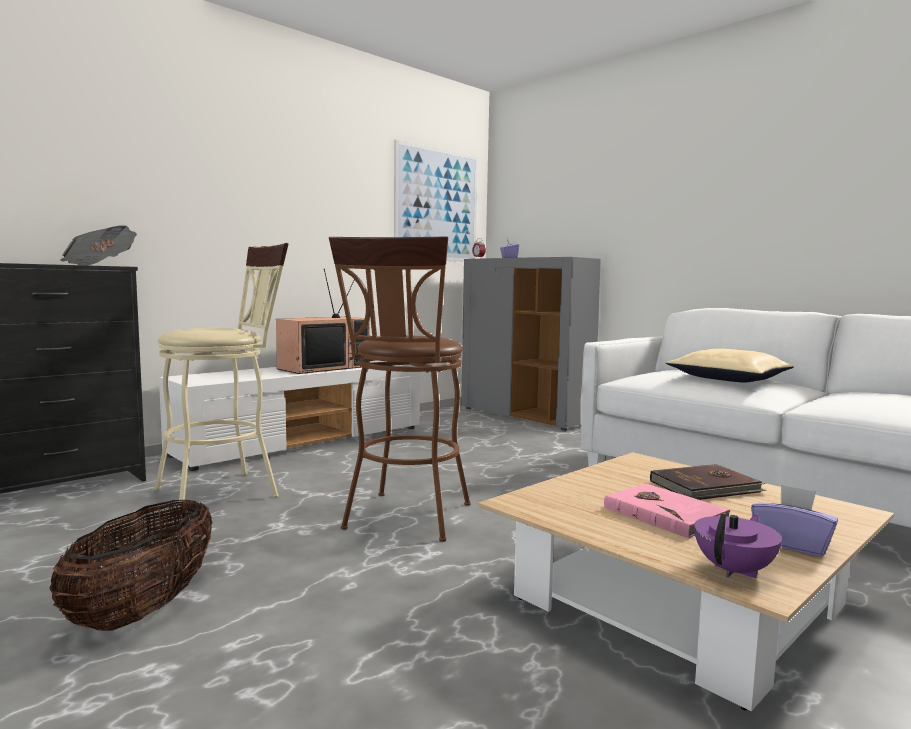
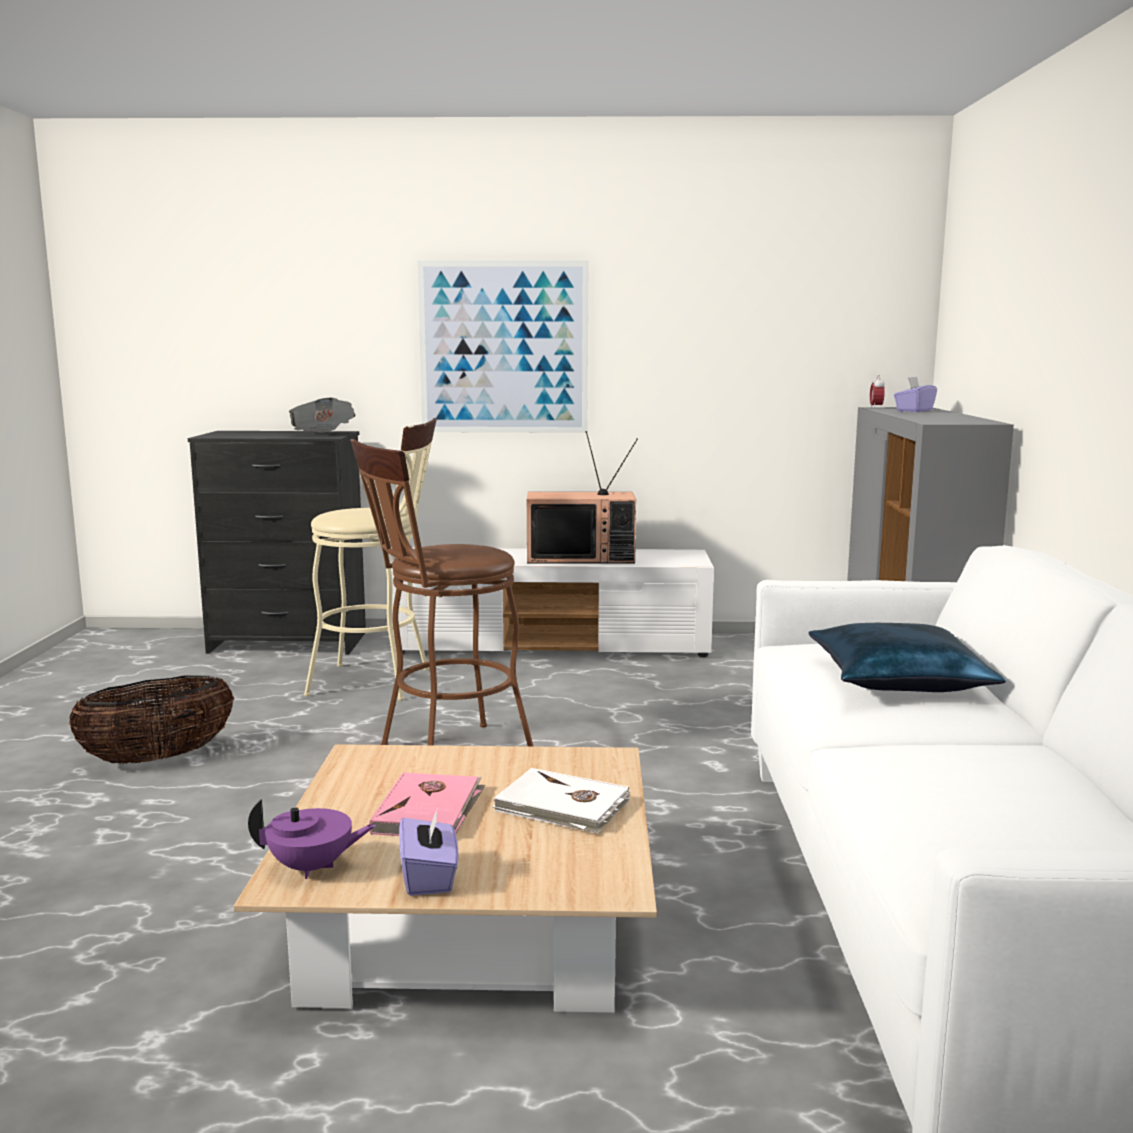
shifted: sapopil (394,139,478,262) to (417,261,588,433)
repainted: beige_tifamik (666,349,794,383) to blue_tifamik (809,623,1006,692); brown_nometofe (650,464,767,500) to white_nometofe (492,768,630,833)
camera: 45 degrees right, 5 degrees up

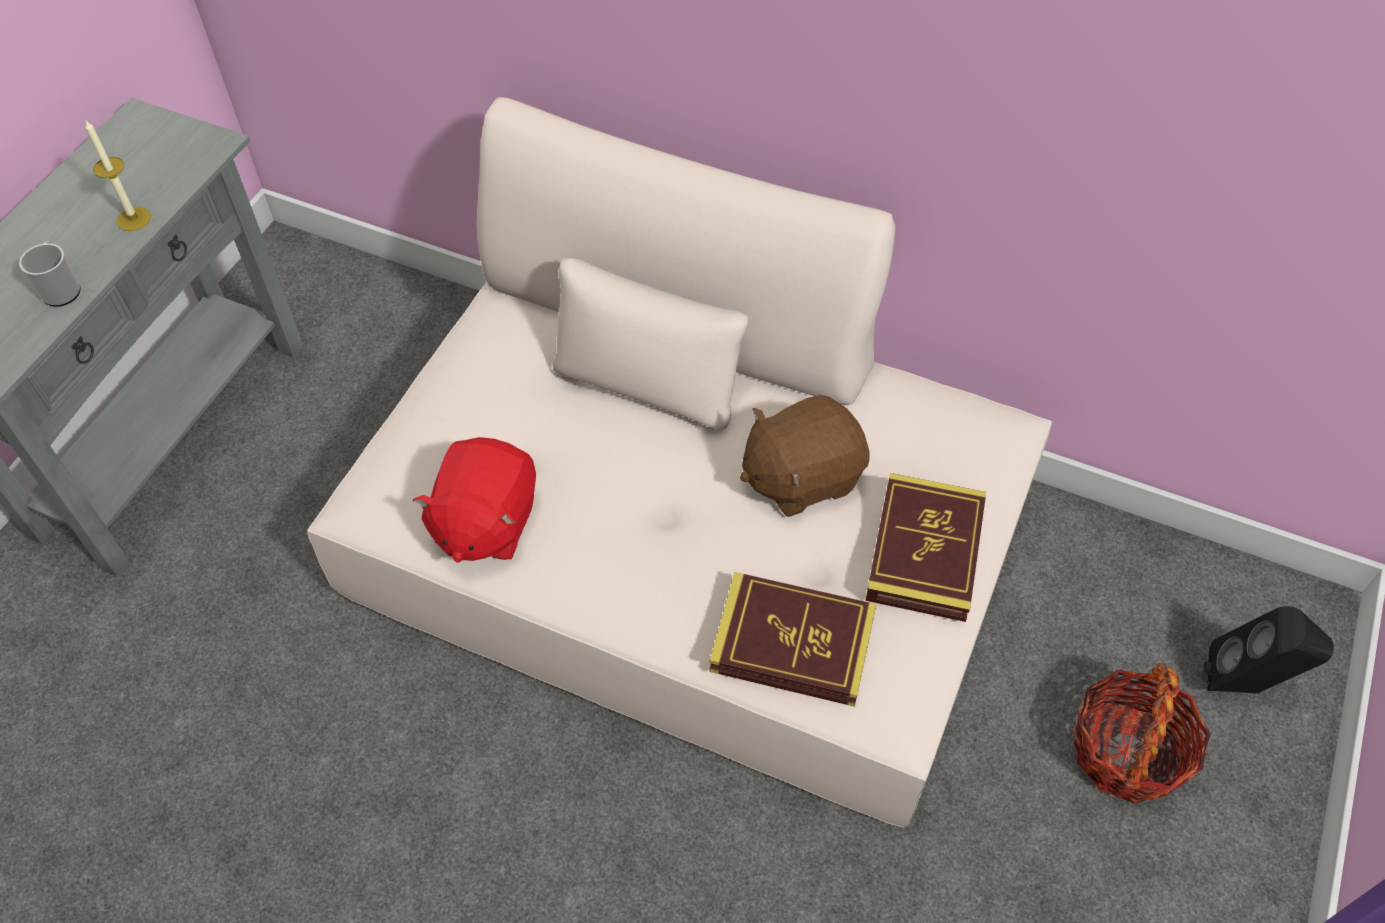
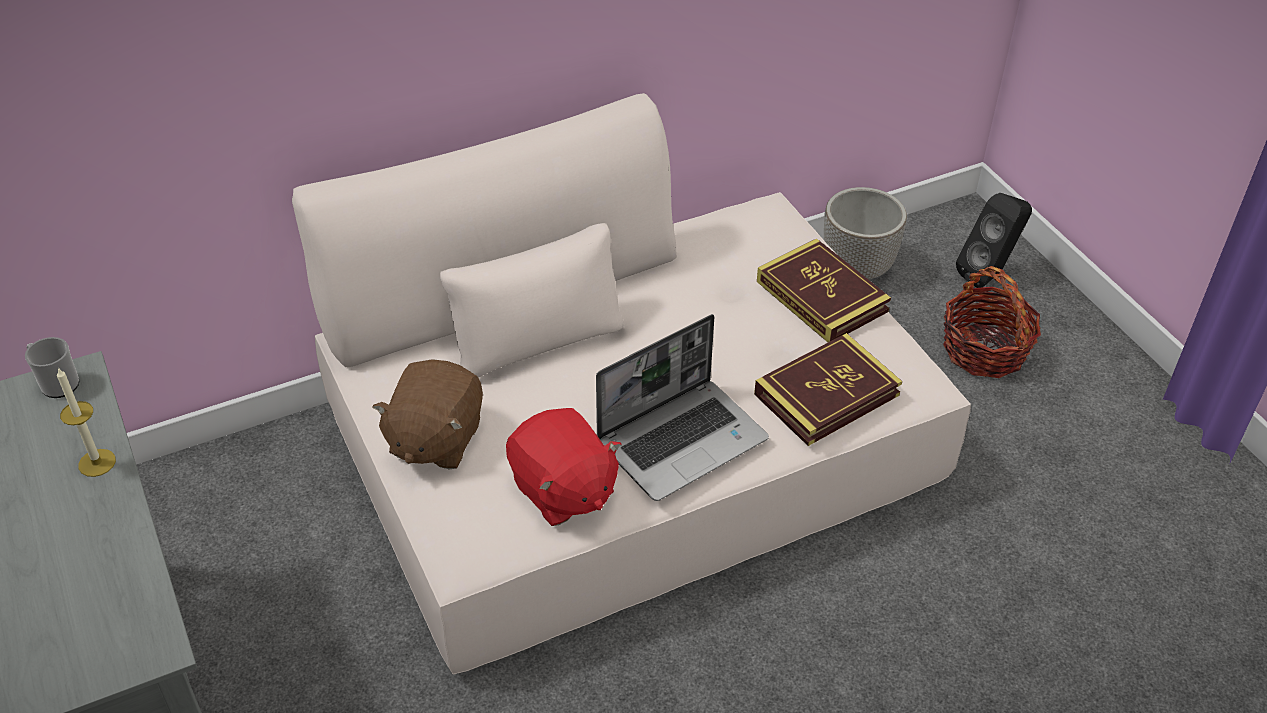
new: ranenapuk (824,187,907,280); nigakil (596,314,769,501)
shifted: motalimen (19,241,81,307) to (25,337,79,398); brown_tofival (740,395,869,517) to (372,360,483,469)
camera: 50 degrees left, 10 degrees down

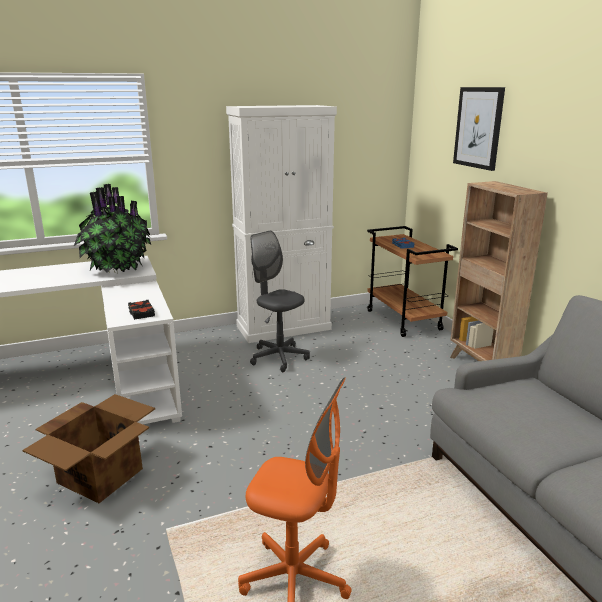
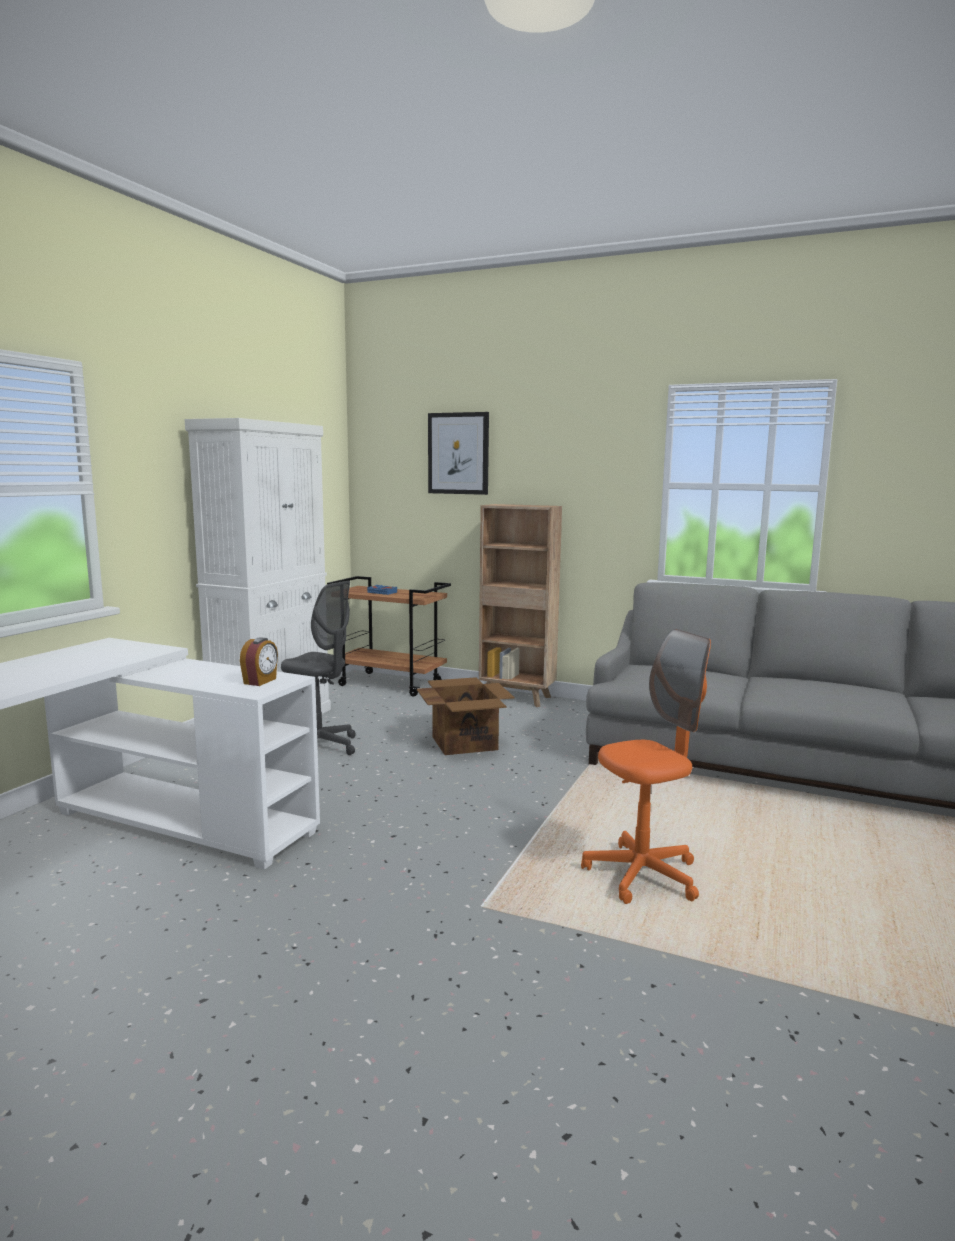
gone: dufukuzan (74,184,151,274)
shifted: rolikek (22,394,155,503) to (417,677,515,755)
swapped: black_nometofe (128,300,155,320) to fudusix (240,638,278,686)
rotated: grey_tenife (250,231,310,372) = (281,581,355,755) 150 degrees counterclockwise
camera: 45 degrees left, 10 degrees down

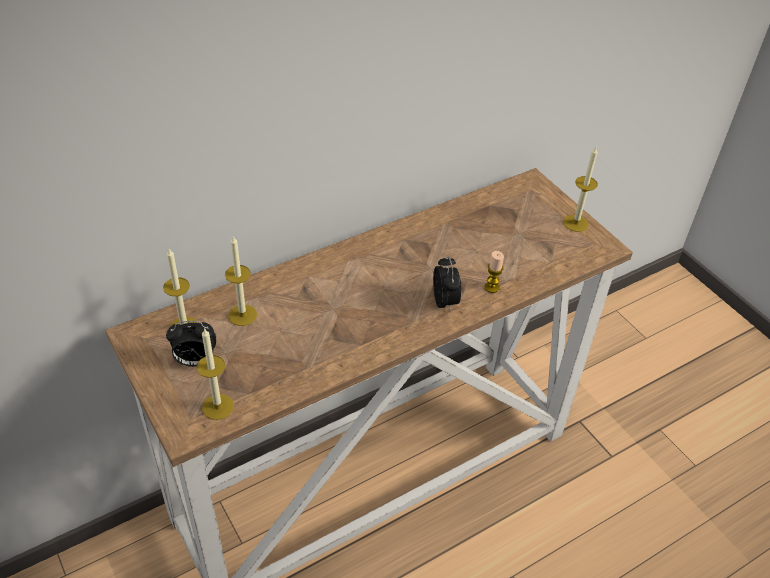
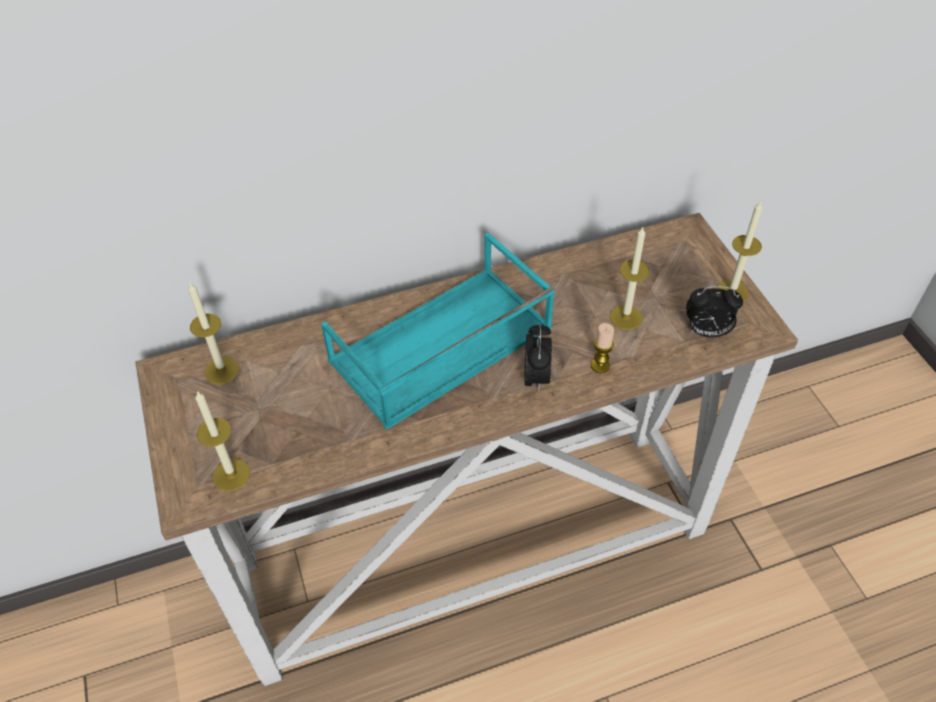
new: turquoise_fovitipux (321,232,555,430)
shifted: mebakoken (225,236,257,326) to (610,227,650,330); fudusix (166,321,216,367) to (686,286,743,338)
camera: 15 degrees right, 5 degrees up

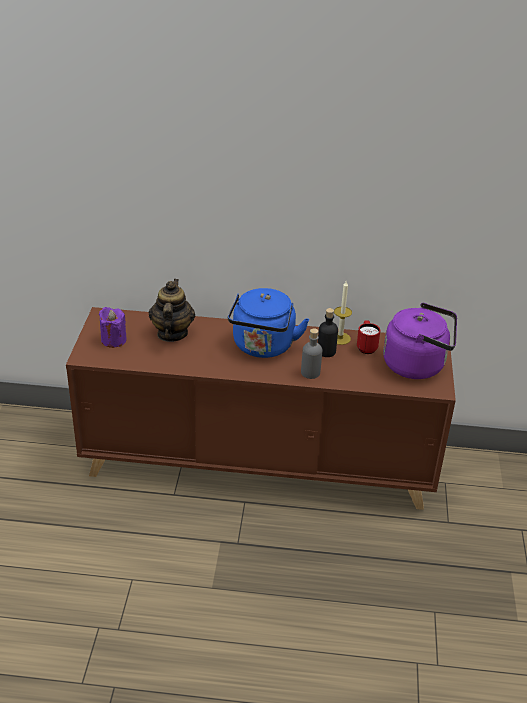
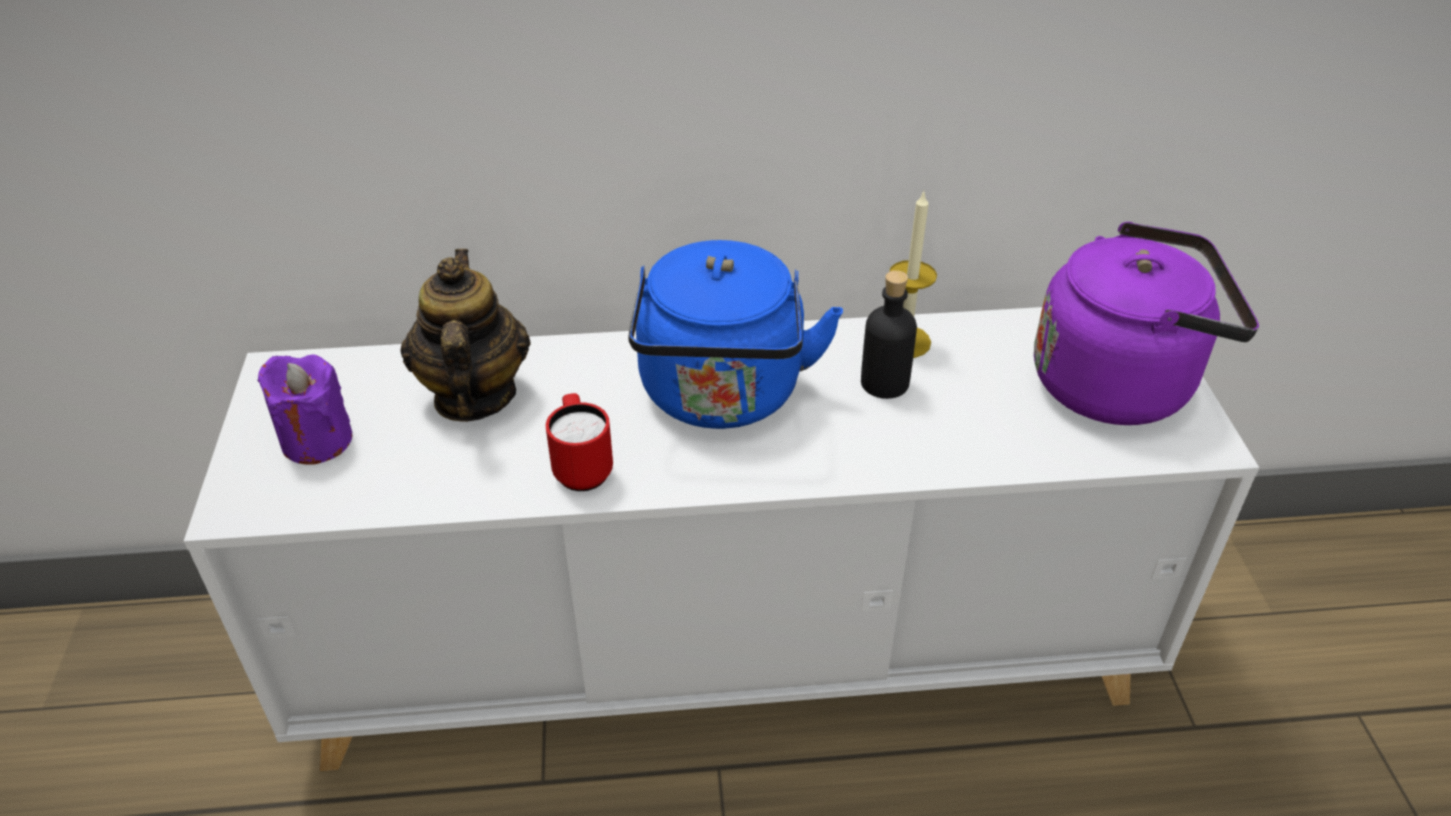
gone: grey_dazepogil (301,328,322,379)
shifted: red_motalimen (357,320,380,354) to (546,393,613,491)
repainted: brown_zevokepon (66,307,456,510) to white_zevokepon (184,307,1259,771)
camera: 10 degrees left, 5 degrees up

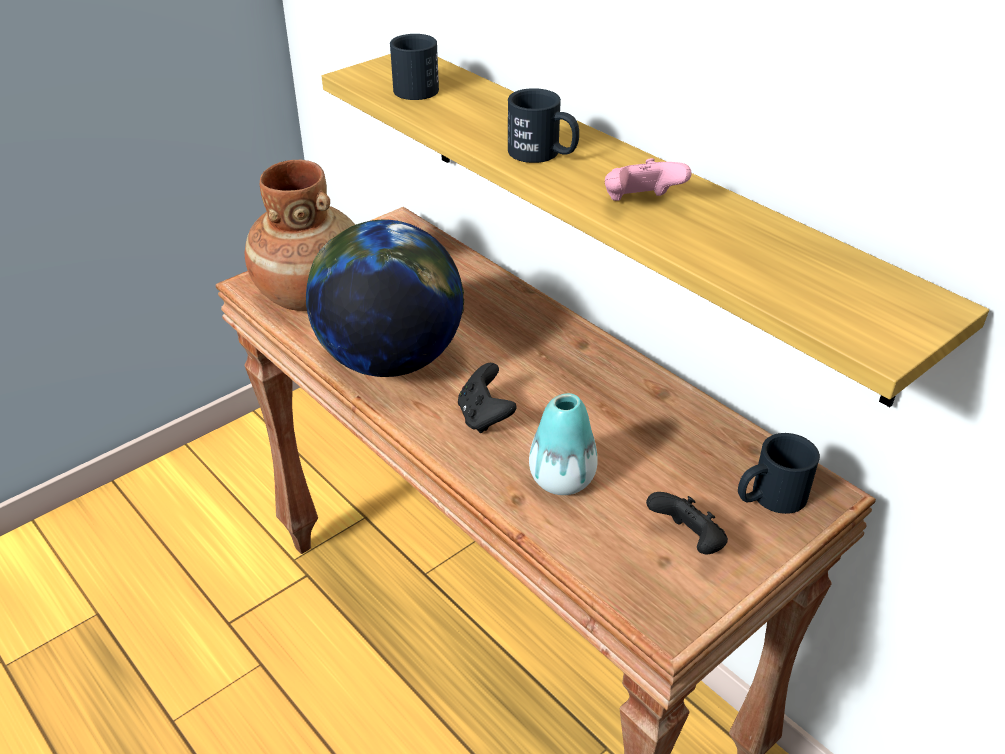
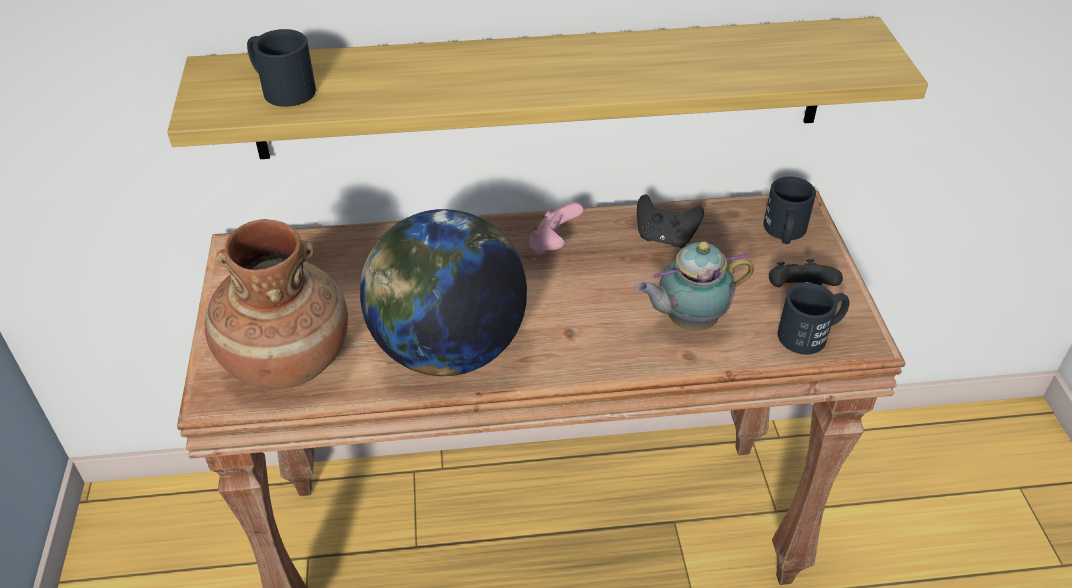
shifted: black_motalimen (508,88,579,163) to (777,283,850,354); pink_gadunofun (605,158,692,201) to (529,202,583,255); black_gadunofun (458,363,516,433) to (637,194,704,248)
swapped: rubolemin (529,393,598,495) to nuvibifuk (637,241,754,331)
camera: 55 degrees left, 5 degrees up

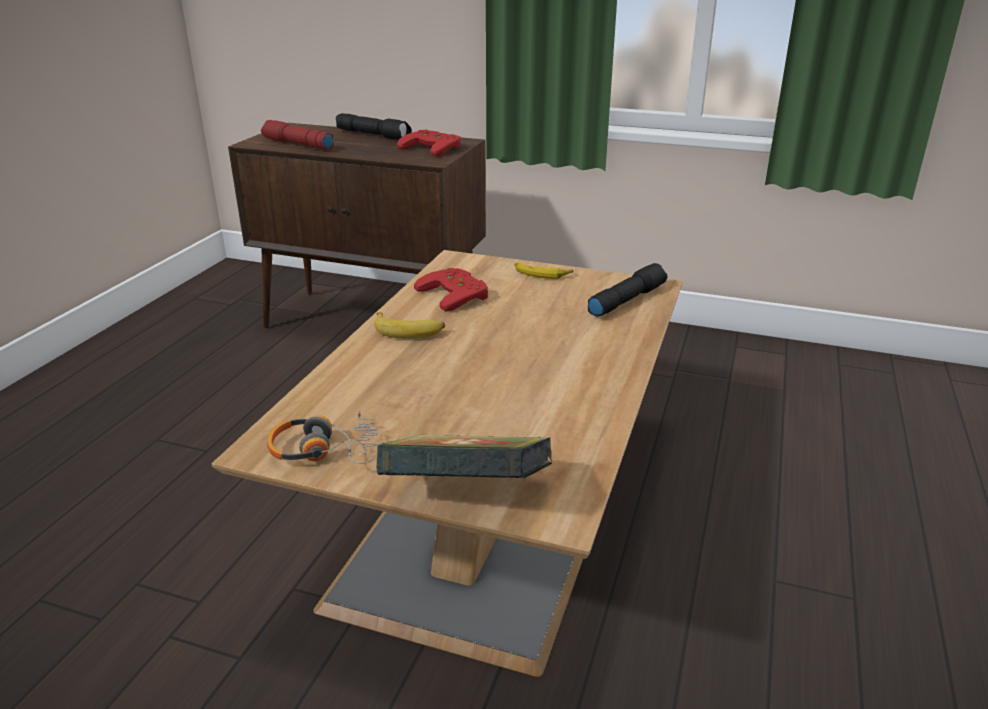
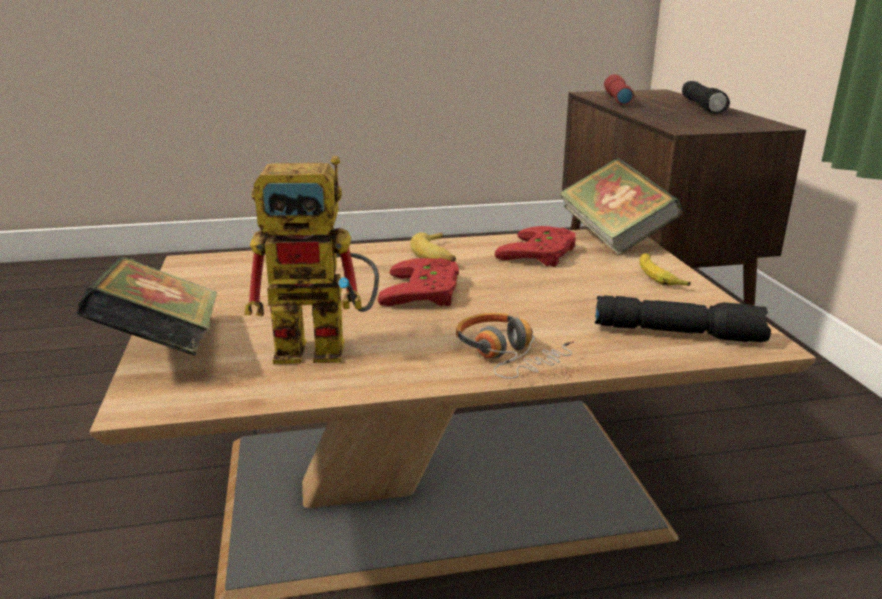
new: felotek (244,156,379,364); nometofe (559,158,683,255)
shifted: red_gadunofun (397,130,461,156) to (378,258,459,307); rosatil (267,411,379,464) to (456,313,574,379)
camera: 60 degrees right, 5 degrees down

